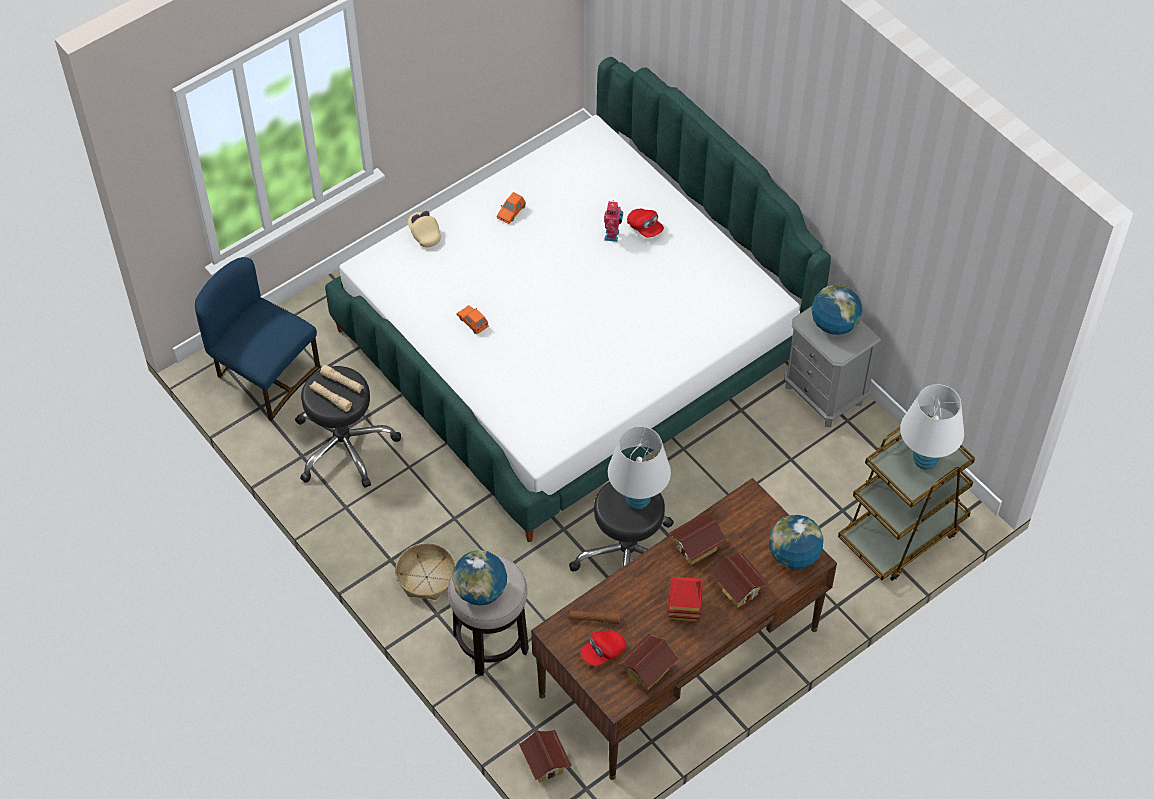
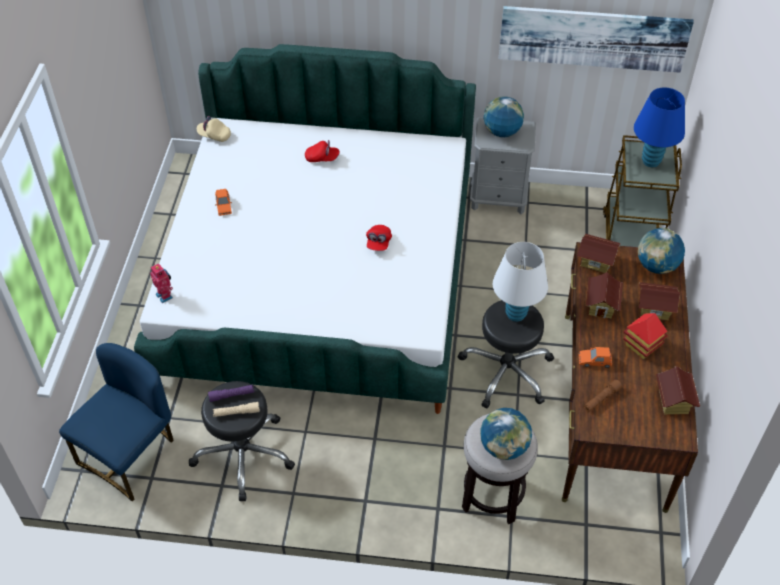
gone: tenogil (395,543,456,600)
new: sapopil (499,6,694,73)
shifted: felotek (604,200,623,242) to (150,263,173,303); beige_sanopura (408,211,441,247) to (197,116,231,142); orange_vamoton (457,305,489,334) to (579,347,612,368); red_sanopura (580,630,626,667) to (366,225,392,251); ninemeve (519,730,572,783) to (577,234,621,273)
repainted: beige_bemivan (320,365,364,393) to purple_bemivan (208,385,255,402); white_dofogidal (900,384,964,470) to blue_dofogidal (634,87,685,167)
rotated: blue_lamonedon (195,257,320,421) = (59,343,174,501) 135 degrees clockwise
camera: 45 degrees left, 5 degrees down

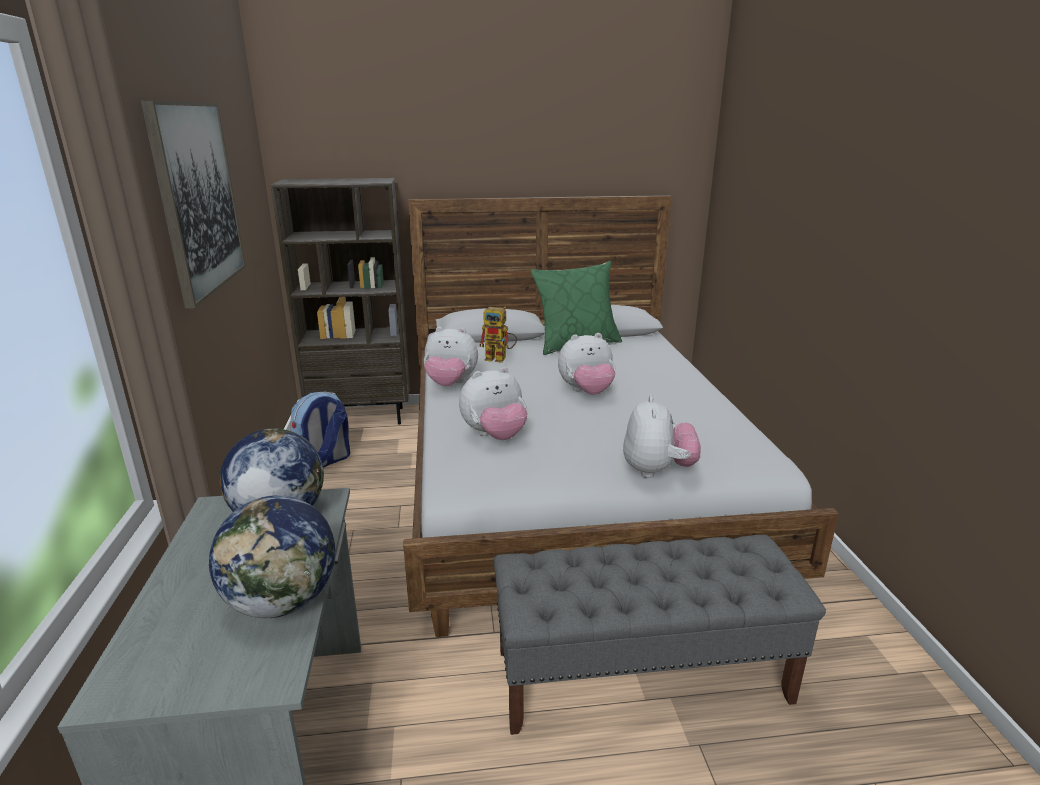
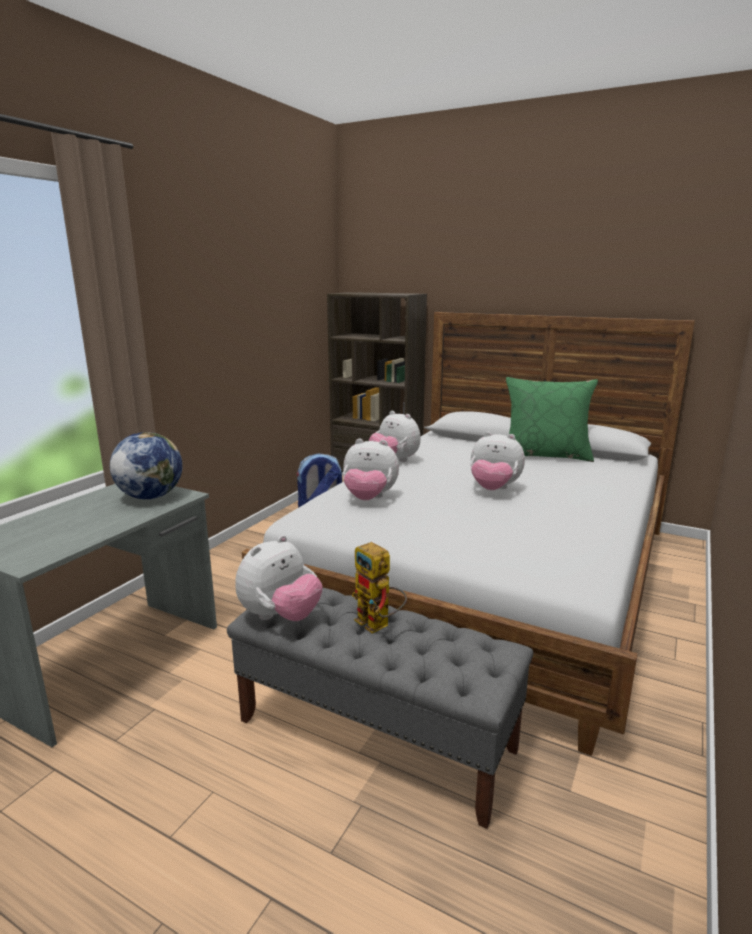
gone: sapopil (141,100,246,308); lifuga (209,495,335,618)
shifted: felotek (479,307,517,363) to (352,542,407,633); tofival (623,395,701,478) to (236,535,323,621)
camera: 35 degrees right, 5 degrees down

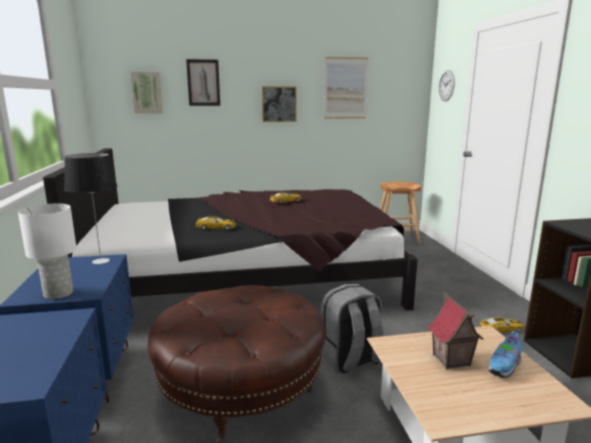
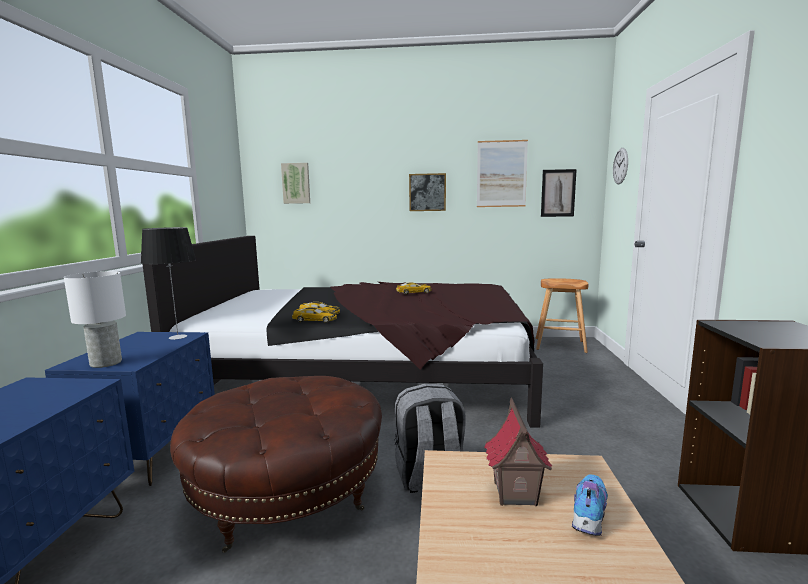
shifted: sapopil (186,59,220,106) to (541,169,577,217); vamoton (480,317,524,333) to (292,307,337,323)
rotated: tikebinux (489,329,523,378) = (571,474,608,536) 150 degrees clockwise
camera: 15 degrees right, 5 degrees down

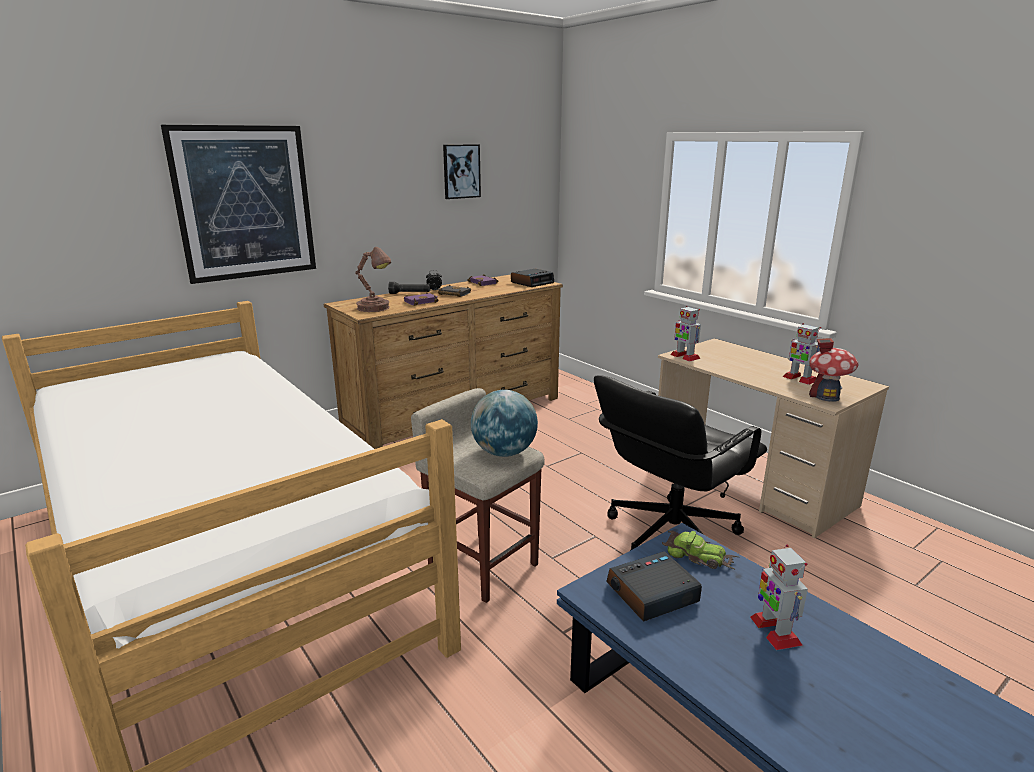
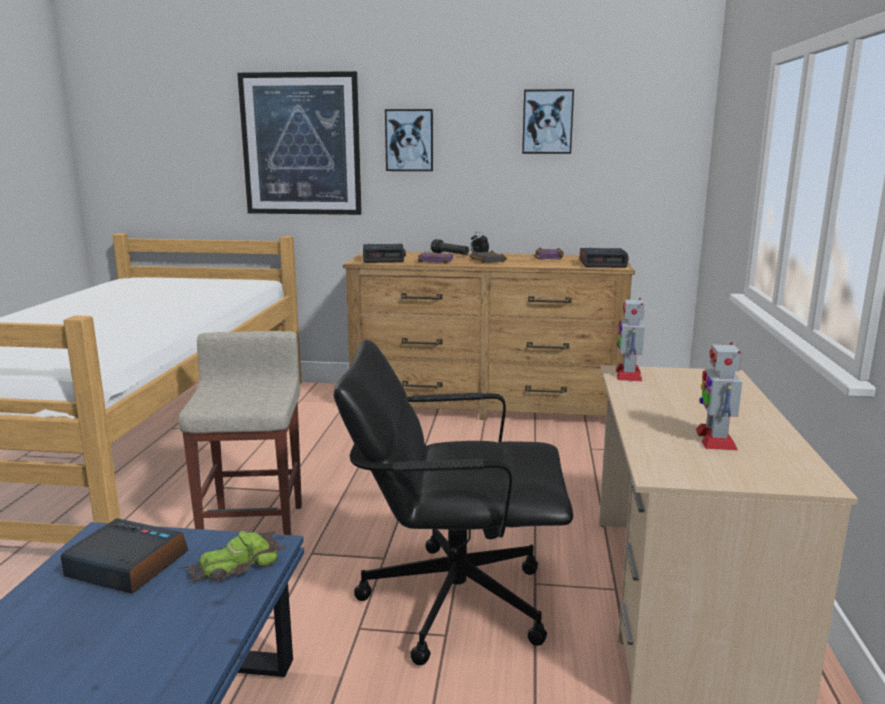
gone: ninemeve (809,338,859,402); lifuga (471,390,538,457); felotek (750,544,808,650)
new: sapopil (385,109,433,171)
swapped: brown_dofogidal (355,247,391,312) to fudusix (363,244,406,263)
rotated: vamoton (662,530,738,570) = (179,531,285,583) 75 degrees clockwise
camera: 45 degrees right, 5 degrees down

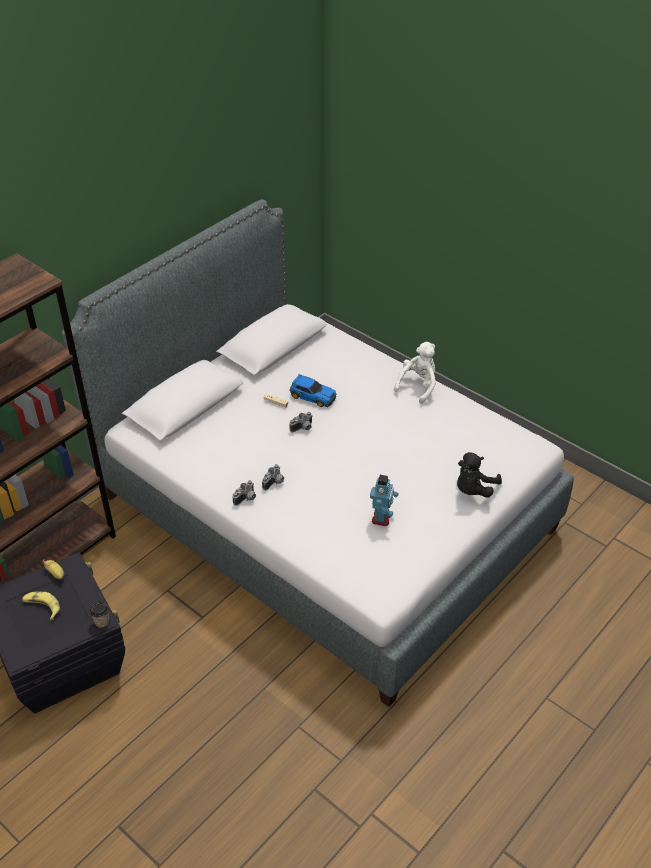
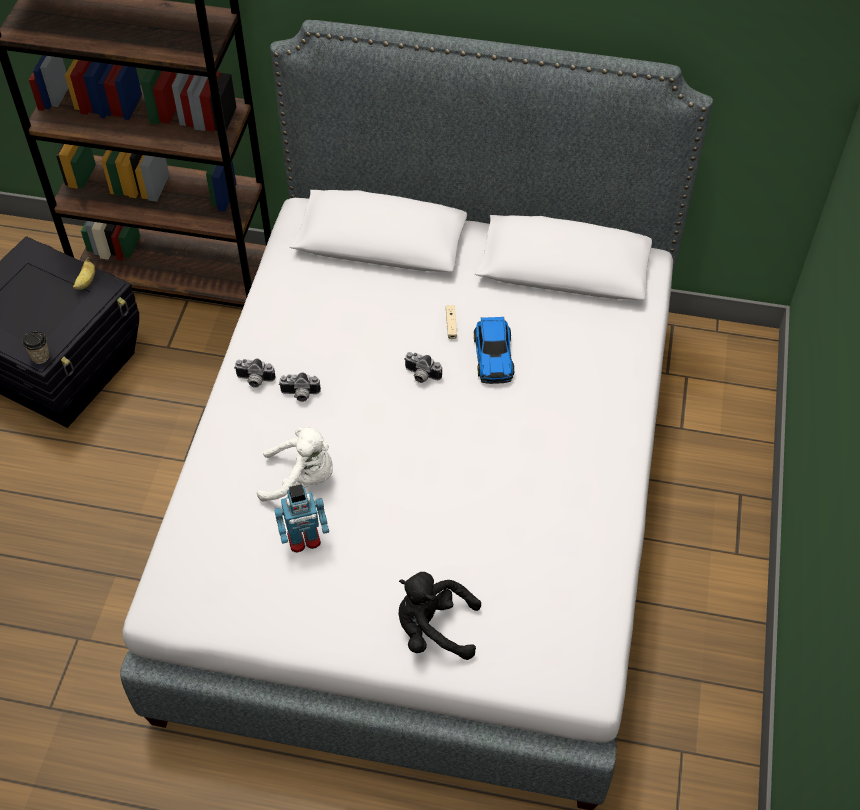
gone: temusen (22,592,60,620)
shifted: white_tofival (394,342,436,404) to (257,428,333,502)
camera: 60 degrees right, 10 degrees up

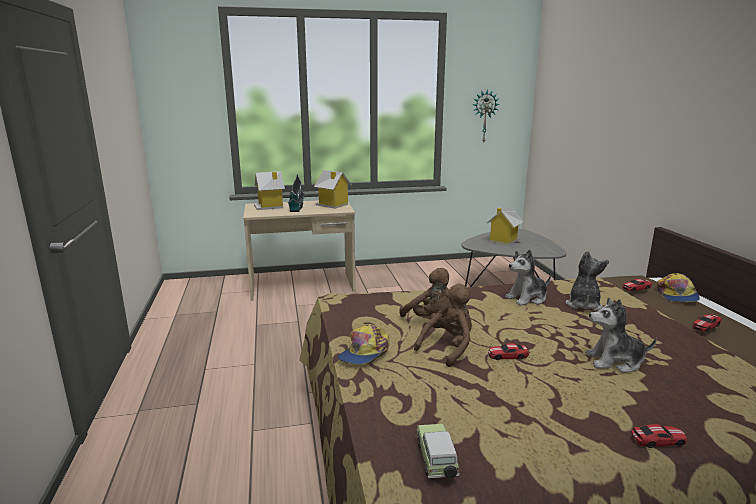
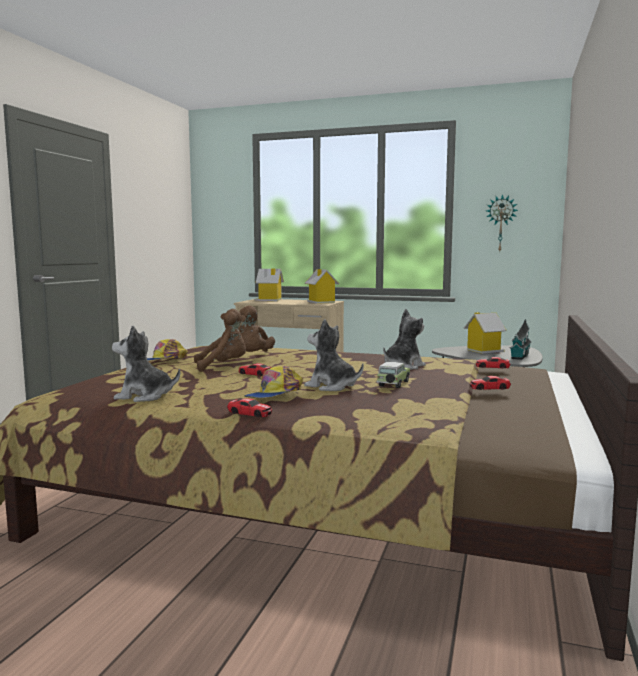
shifted: ninemeve (287,174,304,212) to (510,319,532,360); tofival (505,249,551,306) to (112,325,180,402); sanopura (657,273,700,302) to (244,366,303,398); vamoton (417,424,459,478) to (376,362,410,388)
camera: 30 degrees right, 10 degrees down

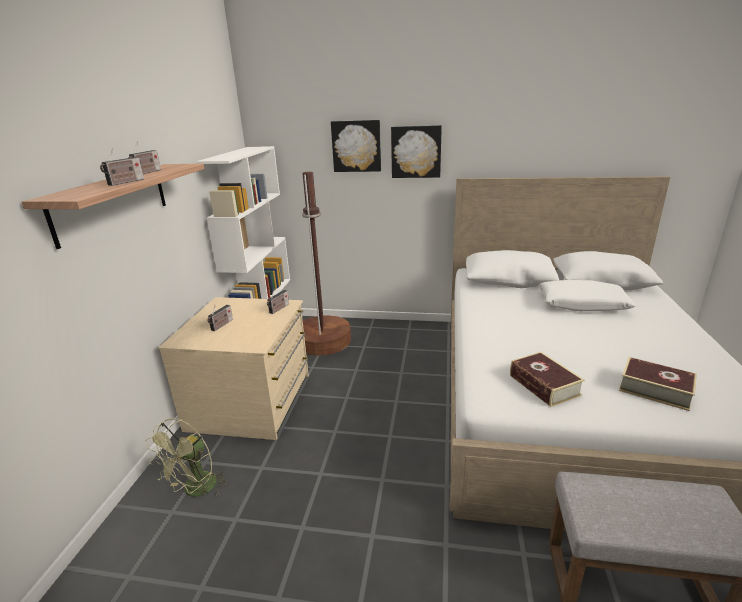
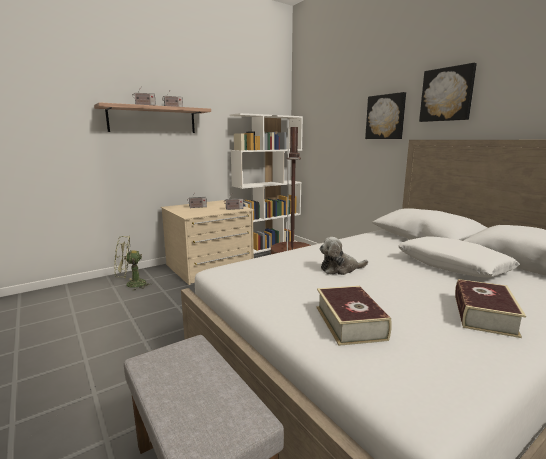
new: tofival (320,237,368,275)
shifted: sapopil (331,120,381,172) to (419,63,477,122); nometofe (510,352,585,407) to (455,279,526,338)
camera: 45 degrees right, 10 degrees down

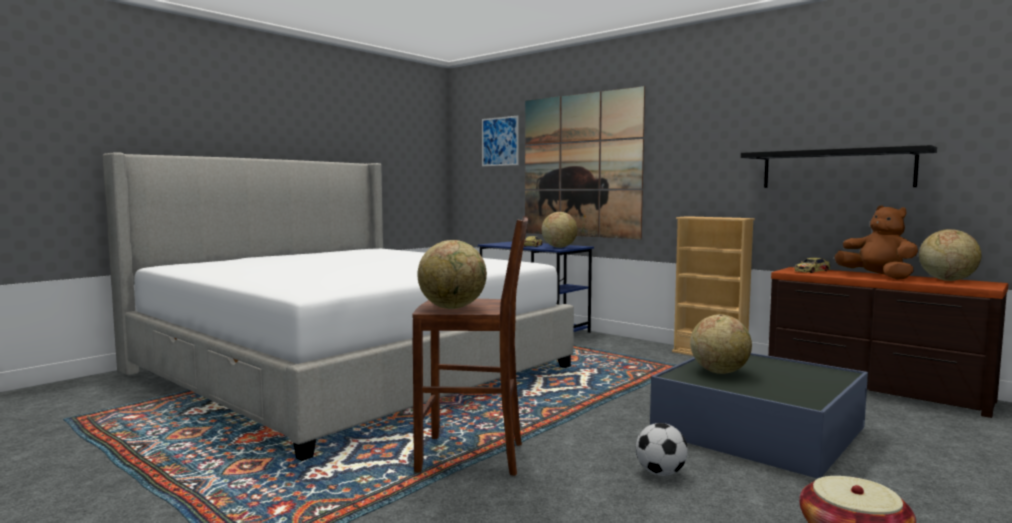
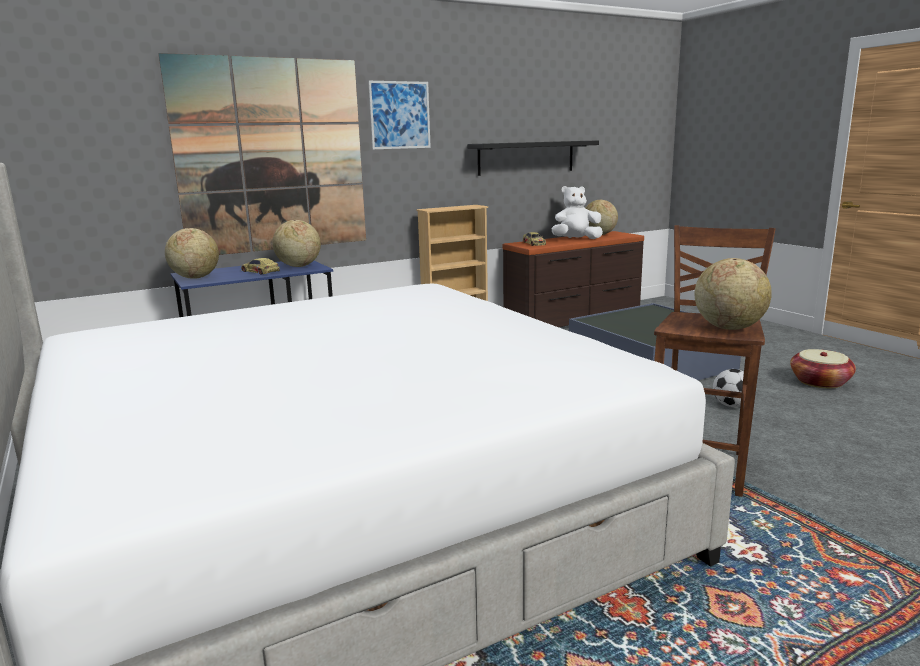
shifted: sapopil (482,115,519,166) to (368,81,431,149); lifuga (690,314,752,374) to (165,228,219,279)
repainted: brown_tofival (834,205,918,280) to white_tofival (552,186,603,239)
camera: 70 degrees left, 10 degrees up

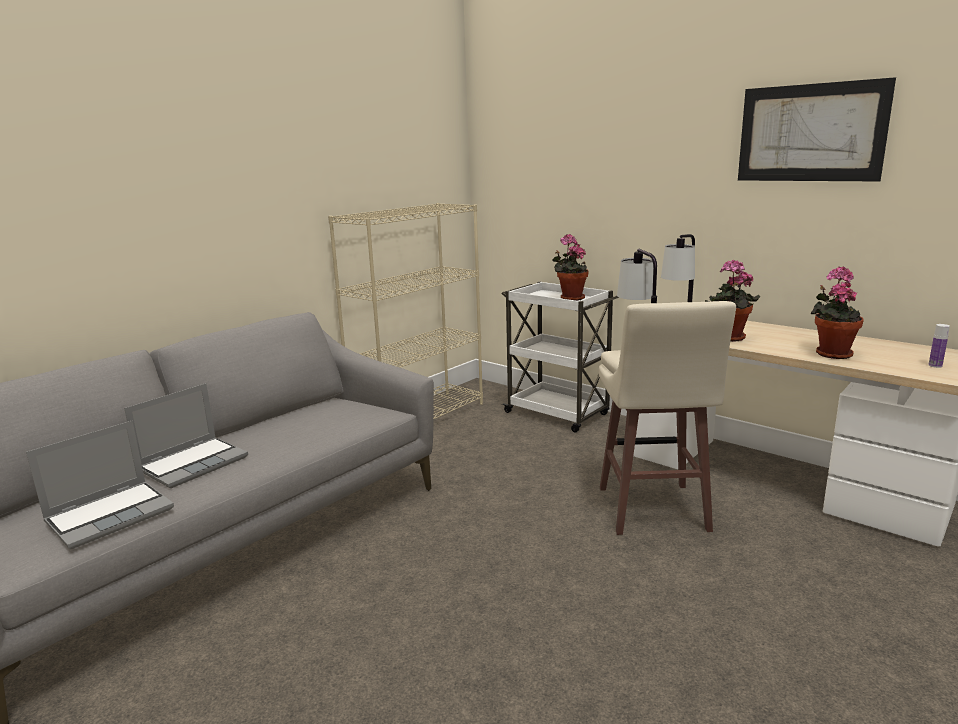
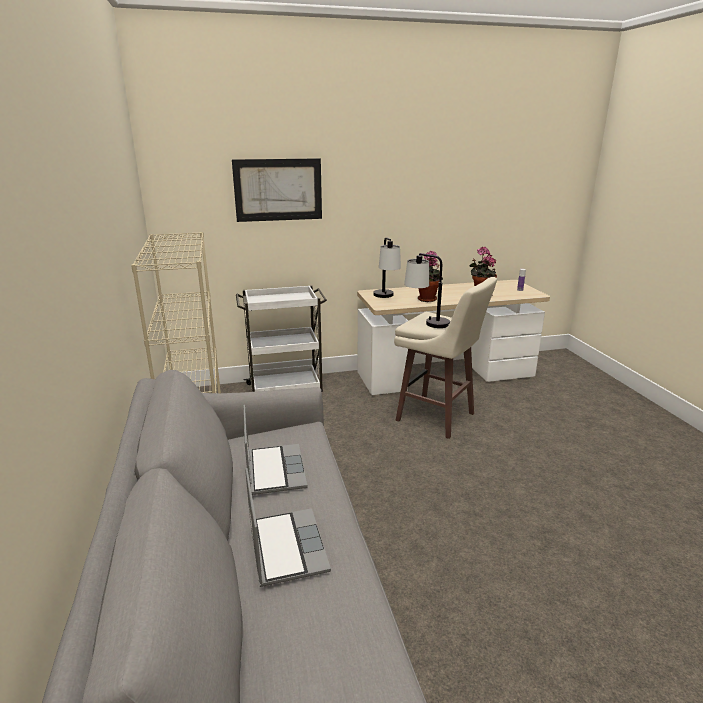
gone: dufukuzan (552,234,589,301)
shifted: sapopil (738,77,896,182) to (232,158,322,222); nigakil (26,421,174,549) to (243,405,307,495)
camera: 55 degrees left, 5 degrees up

